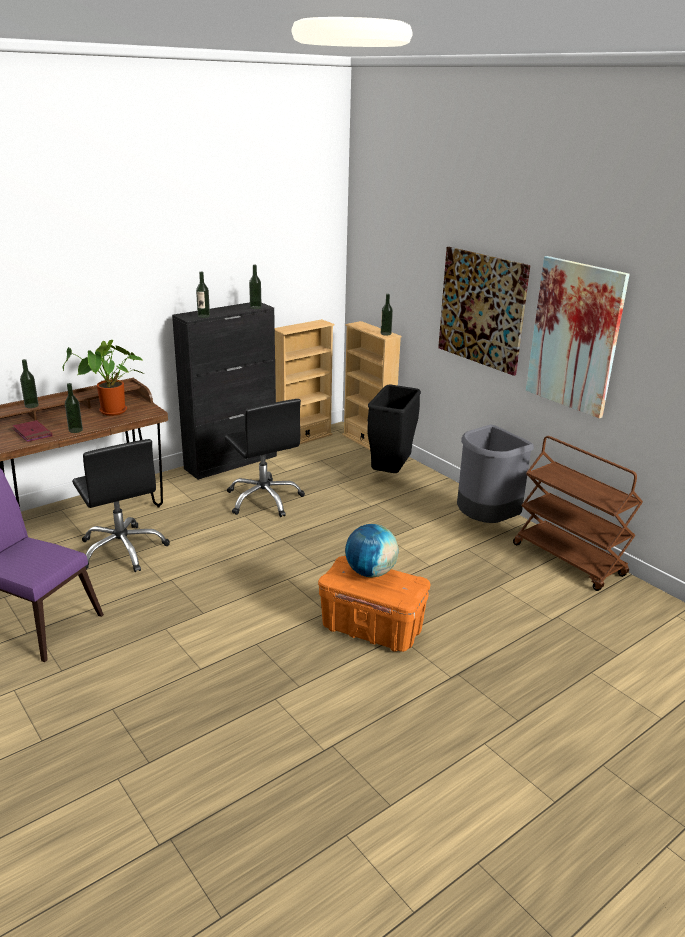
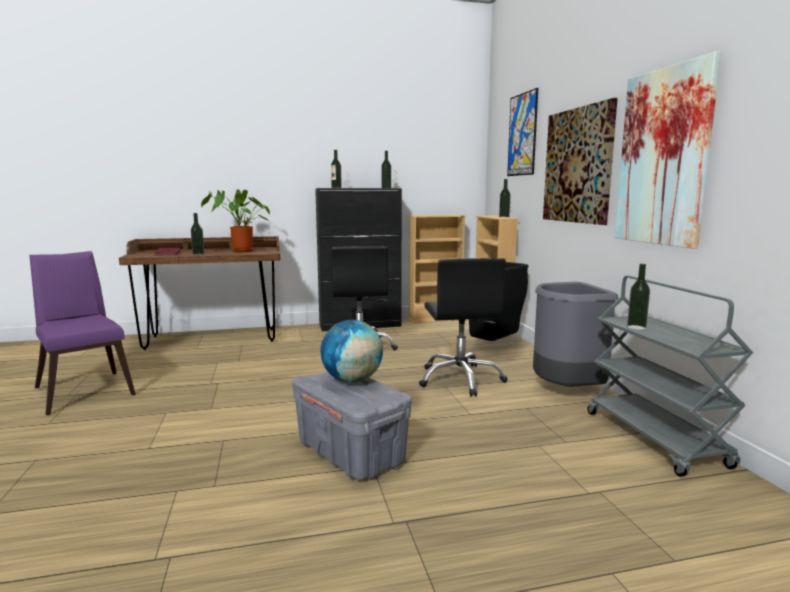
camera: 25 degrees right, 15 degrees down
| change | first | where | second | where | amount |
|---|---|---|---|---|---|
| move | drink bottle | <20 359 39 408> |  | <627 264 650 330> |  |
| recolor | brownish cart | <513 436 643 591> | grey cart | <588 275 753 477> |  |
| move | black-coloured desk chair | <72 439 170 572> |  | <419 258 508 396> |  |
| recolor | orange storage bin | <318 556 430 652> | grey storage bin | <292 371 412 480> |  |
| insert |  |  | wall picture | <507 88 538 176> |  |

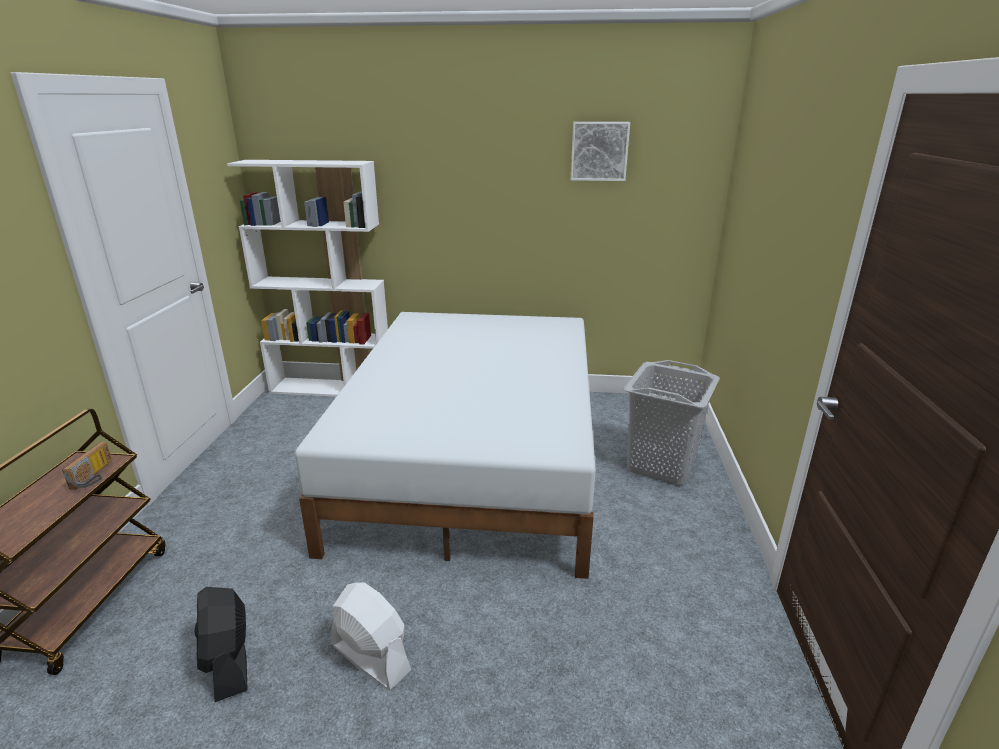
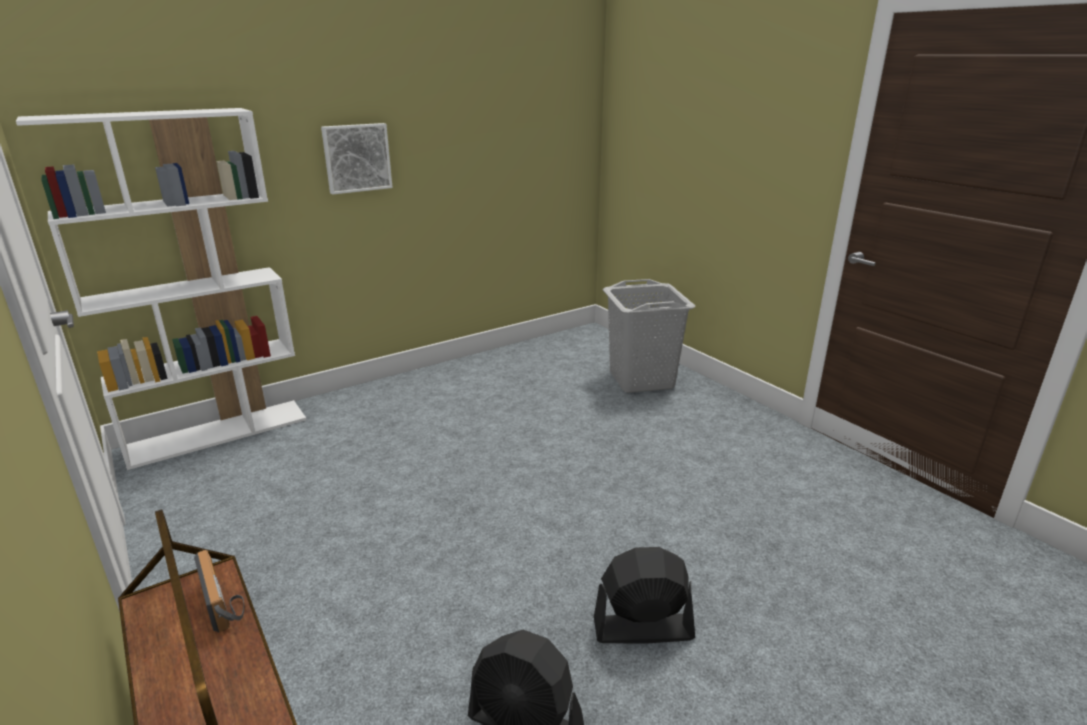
camera: 40 degrees left, 0 degrees up
| change | first | where | second | where | amount |
|---|---|---|---|---|---|
| move | wall picture | <571 122 630 181> |  | <321 123 393 194> |  |
| delete | whitish bed | <295 312 596 579> |  |  |  |
| recolor | whitish fan | <331 582 412 690> | black-coloured fan | <594 547 695 644> |  |

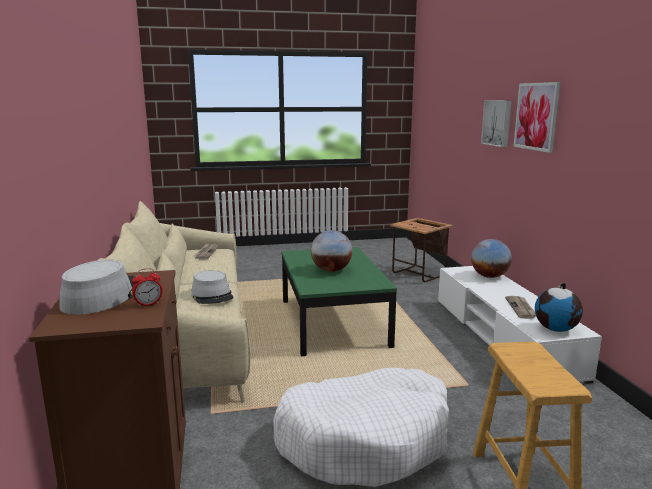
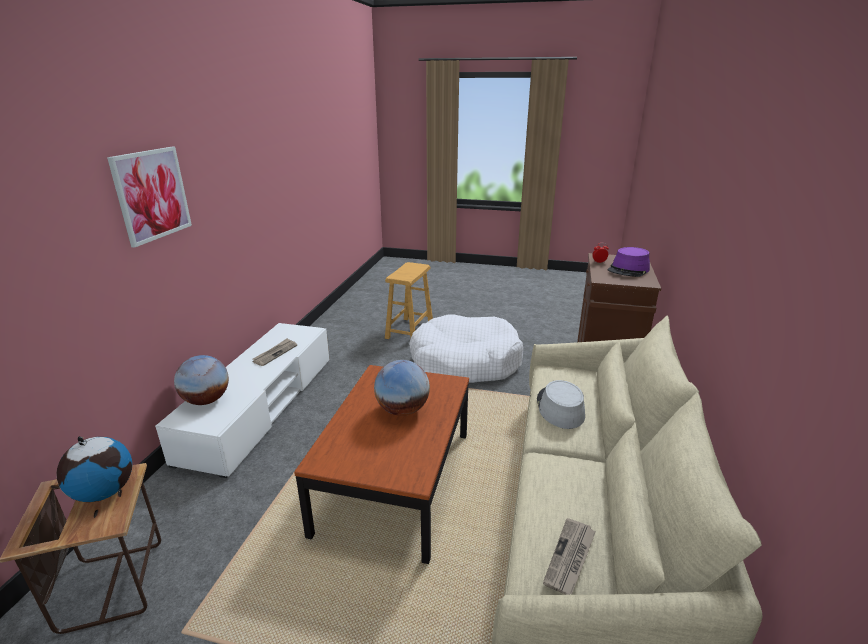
camera: 155 degrees left, 10 degrees up
| change | first | where | second | where | amount |
|---|---|---|---|---|---|
| delete | wall picture | <481 100 512 147> |  |  |  |
| recolor | green-coloured low table | <282 247 397 356> | brownish low table | <294 365 469 564> |  |
| recolor | grey hat | <59 260 135 315> | purple hat | <608 247 650 277> |  |
| move | desk globe | <535 282 583 332> |  | <56 436 132 502> |  |

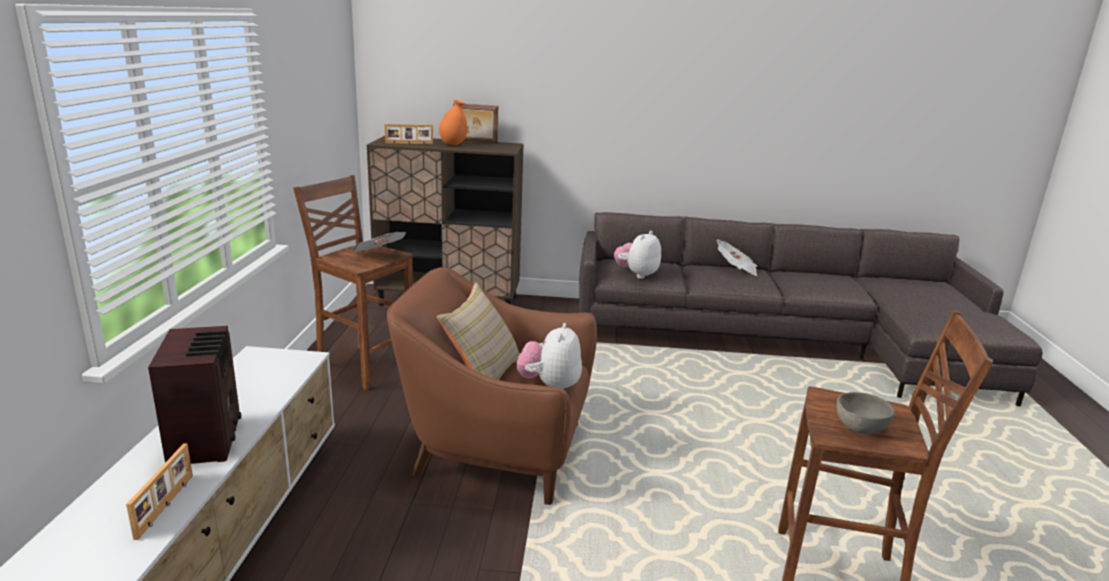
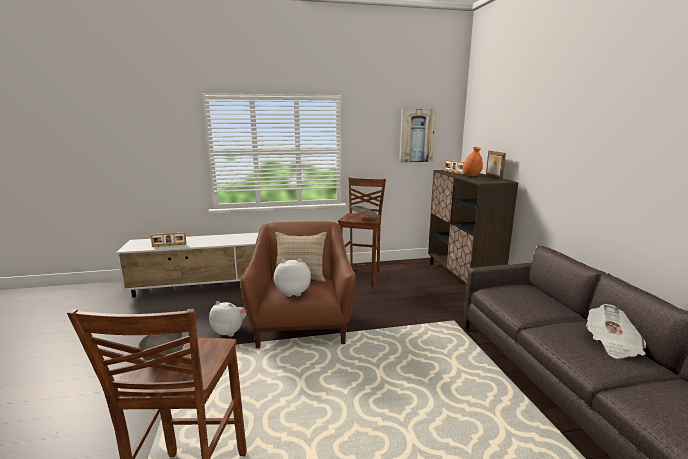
camera: 75 degrees right, 5 degrees down
| change | first | where | second | where | amount |
|---|---|---|---|---|---|
| move | plush toy | <614 231 661 279> |  | <209 301 247 337> |  |
| delete | radio | <148 326 241 464> |  |  |  |
| insert |  |  | wall picture | <400 109 436 163> |  |

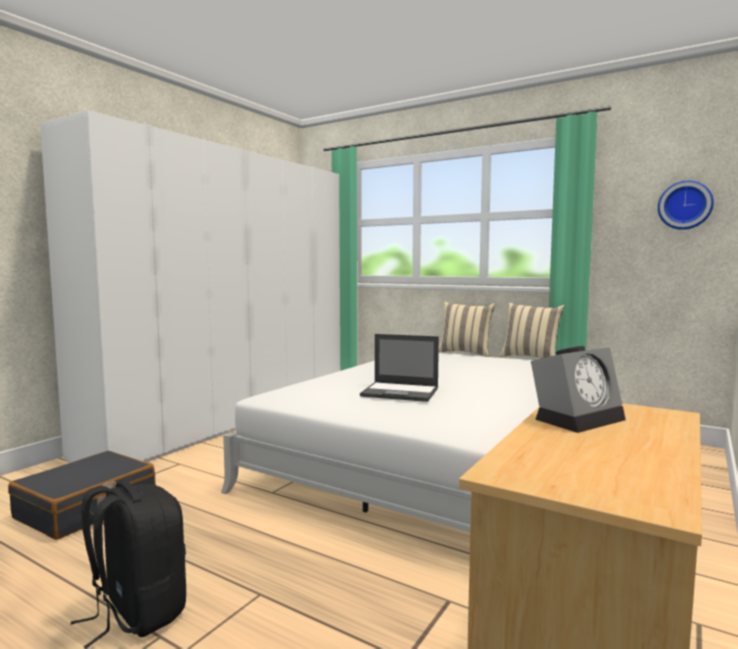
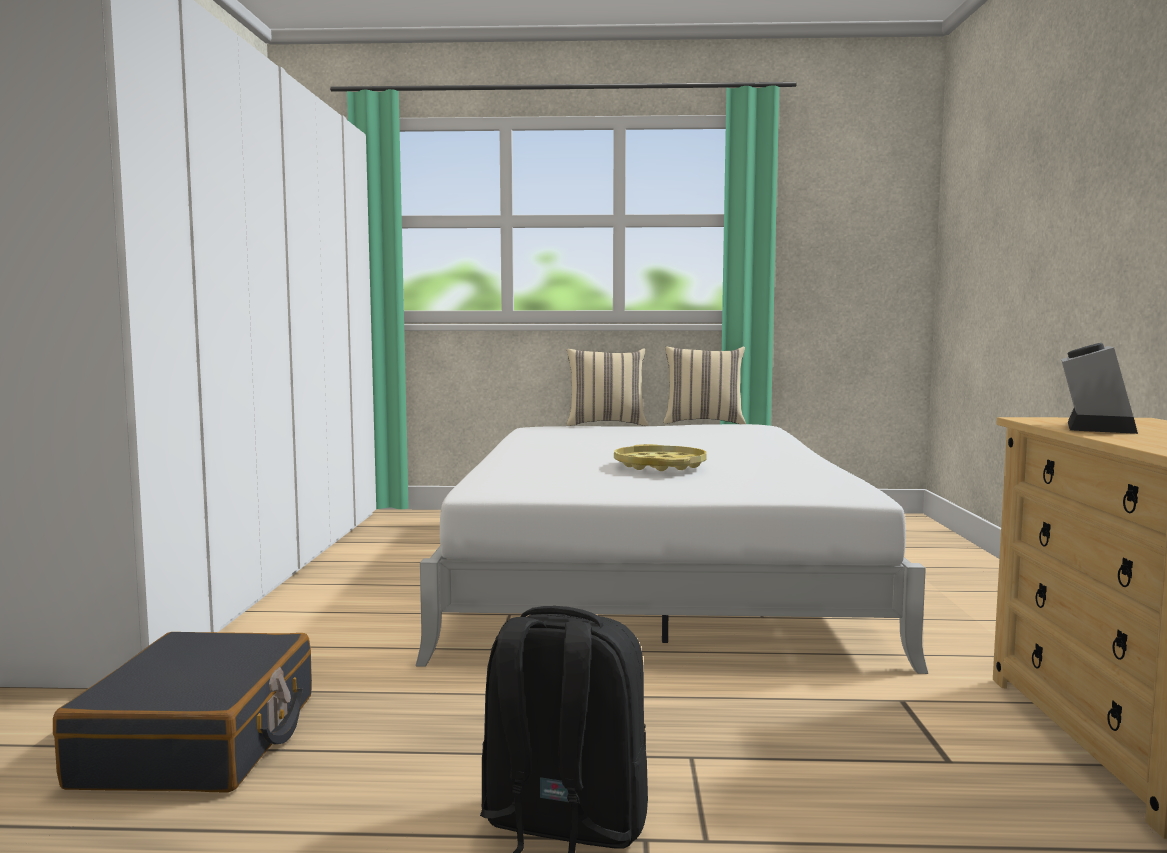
camera: 30 degrees left, 0 degrees up
| change | first | where | second | where | amount |
|---|---|---|---|---|---|
| delete | wall clock | <658 181 714 230> |  |  |  |
| replace | portable computer | <360 334 439 402> | yellow-coloured carrying tray | <614 444 707 471> |  |

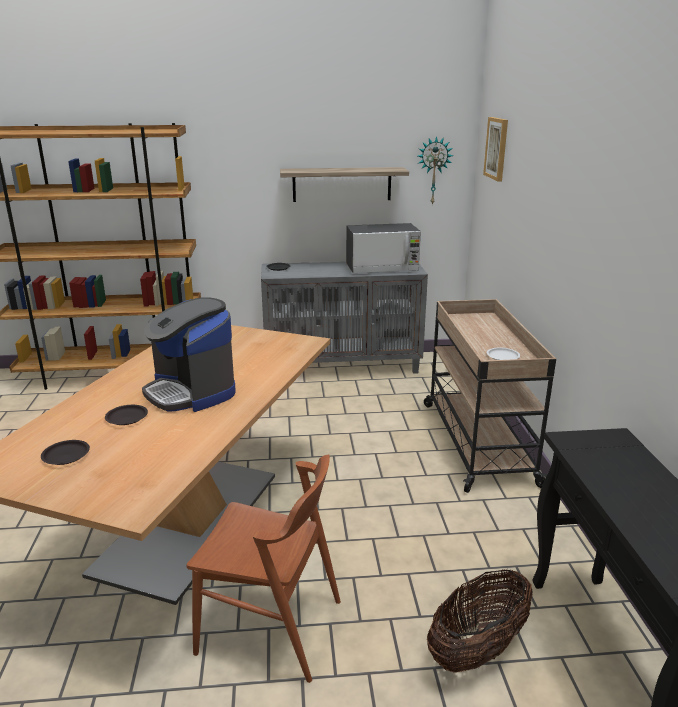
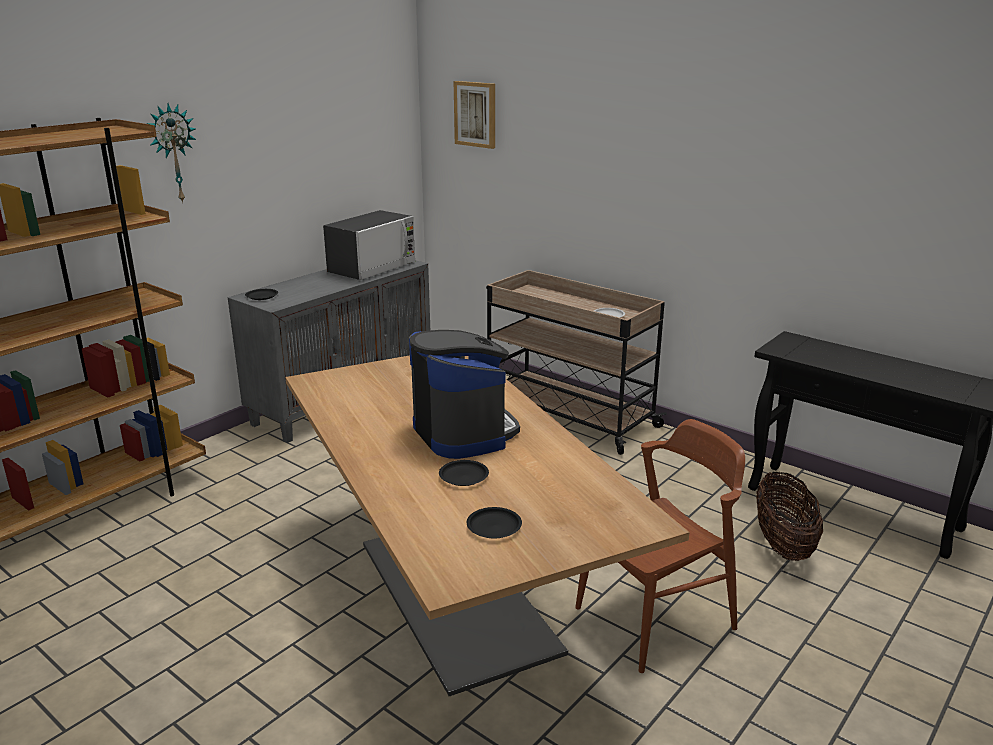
camera: 45 degrees left, 0 degrees up
| change | first | where | second | where | amount |
|---|---|---|---|---|---|
| move | wall clock | <418 136 453 205> |  | <146 103 196 203> |  |
| delete | wall shelf | <280 167 409 202> |  |  |  |
| rotate | coffee maker | <142 297 236 412> |  | <409 330 520 459> | 120 degrees counterclockwise |

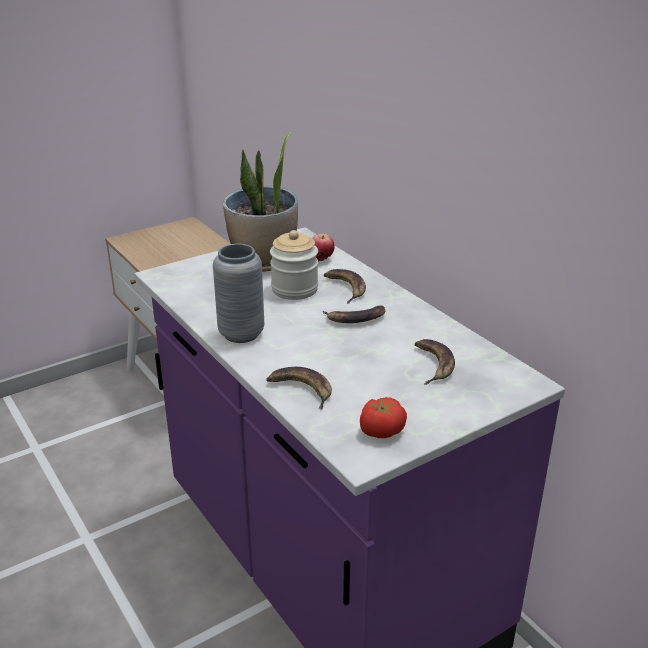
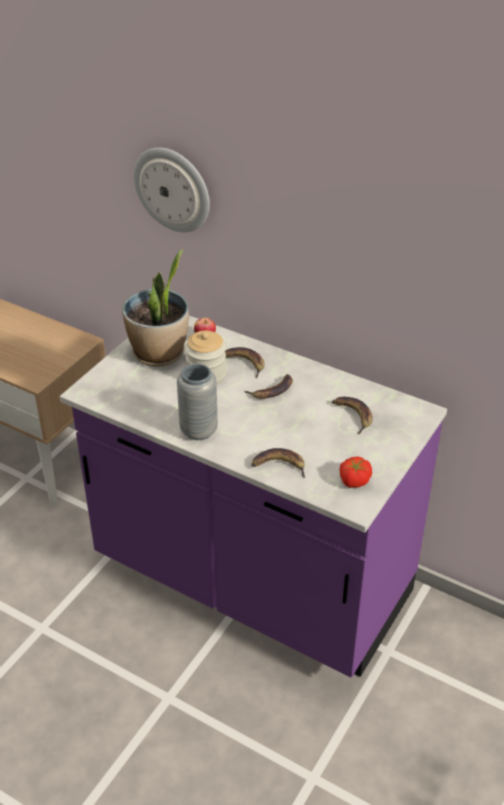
camera: 25 degrees left, 10 degrees up
| change | first | where | second | where | amount |
|---|---|---|---|---|---|
| insert |  |  | wall clock | <133 147 210 232> |  |

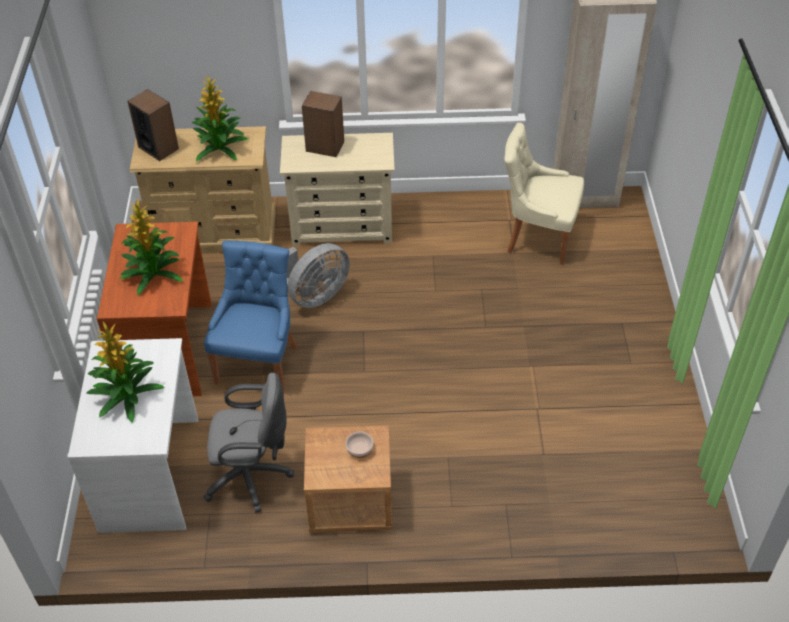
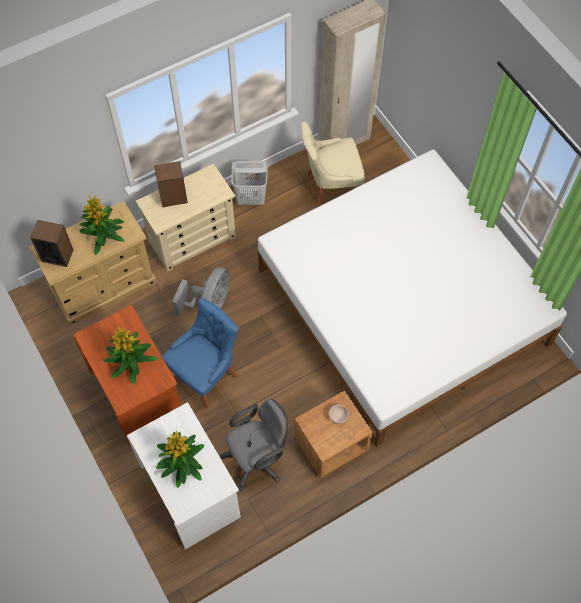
camera: 30 degrees left, 15 degrees up
| change | first | where | second | where | amount |
|---|---|---|---|---|---|
| rotate | blue-coloured upright chair | <204 241 297 394> |  | <162 297 239 409> | 60 degrees clockwise |
| insert |  |  | whitish bed | <258 149 567 447> |  |
| insert |  |  | whitish laundry basket | <231 161 268 205> |  |

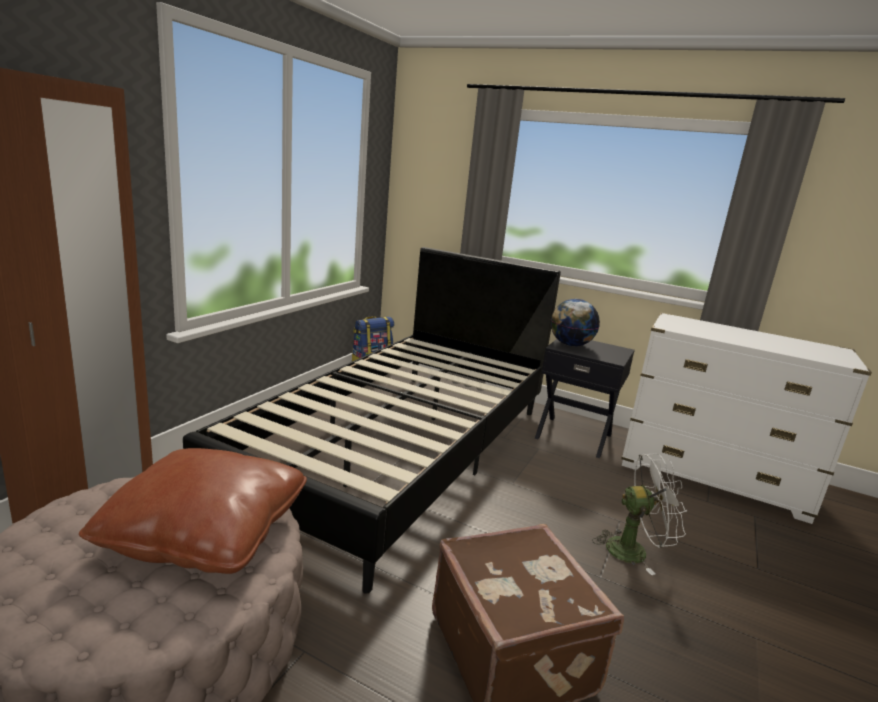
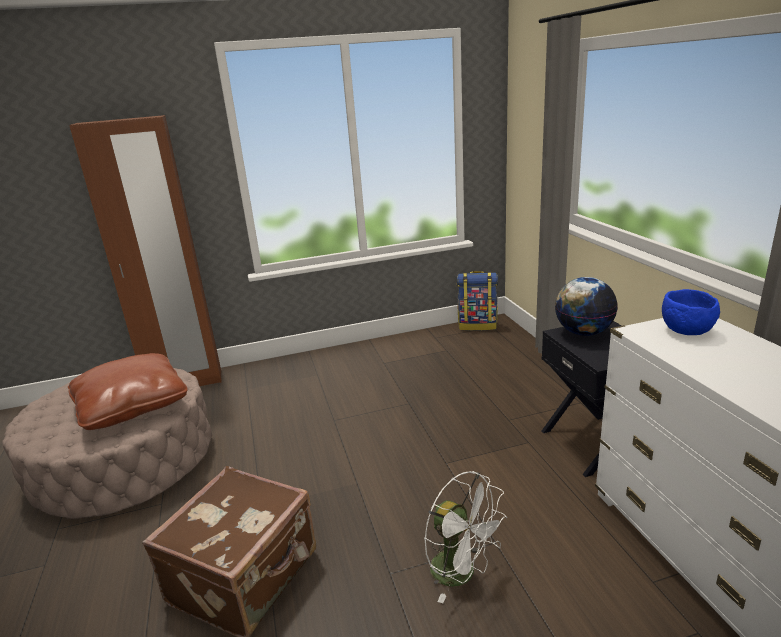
camera: 50 degrees right, 5 degrees up
| change | first | where | second | where | amount |
|---|---|---|---|---|---|
| delete | black-coloured bed | <183 247 561 594> |  |  |  |
| insert |  |  | blue-coloured bowl | <662 289 720 335> |  |

